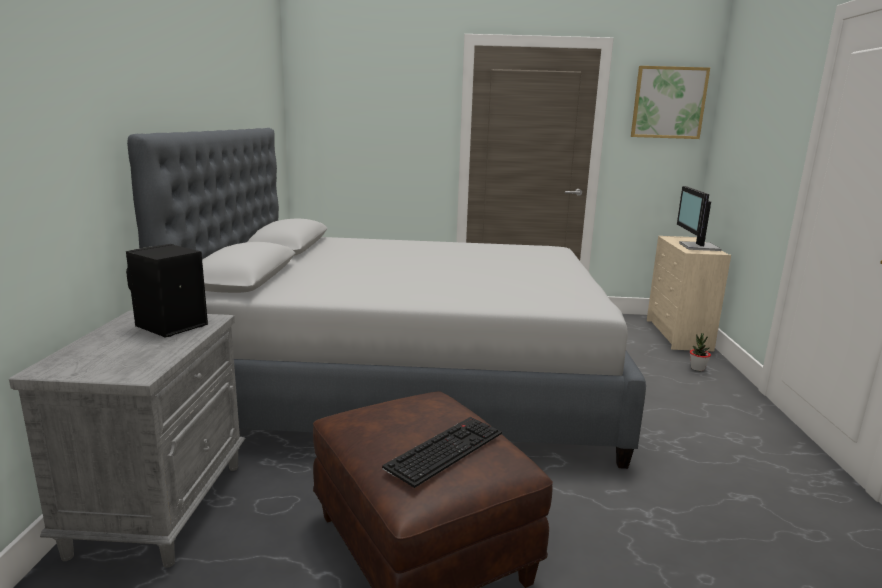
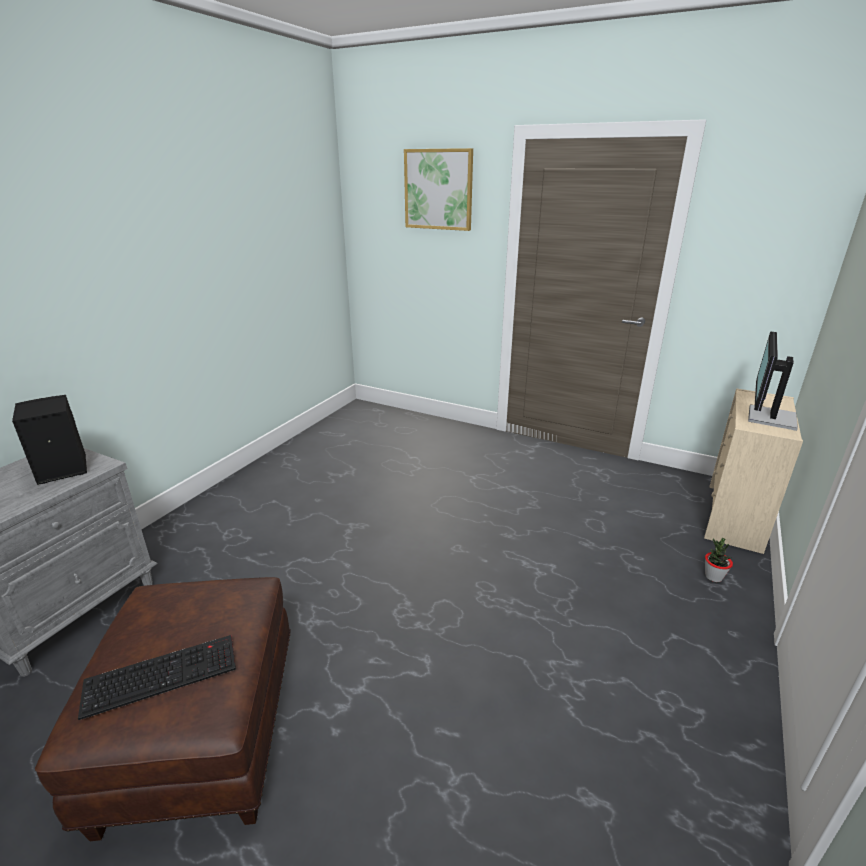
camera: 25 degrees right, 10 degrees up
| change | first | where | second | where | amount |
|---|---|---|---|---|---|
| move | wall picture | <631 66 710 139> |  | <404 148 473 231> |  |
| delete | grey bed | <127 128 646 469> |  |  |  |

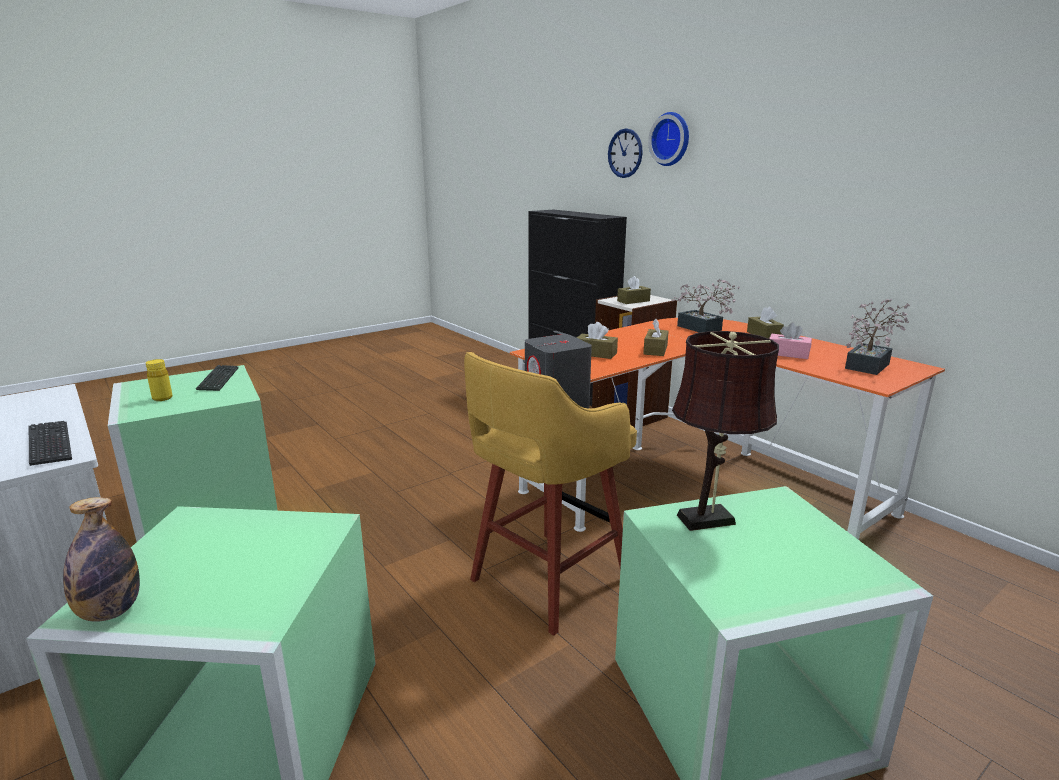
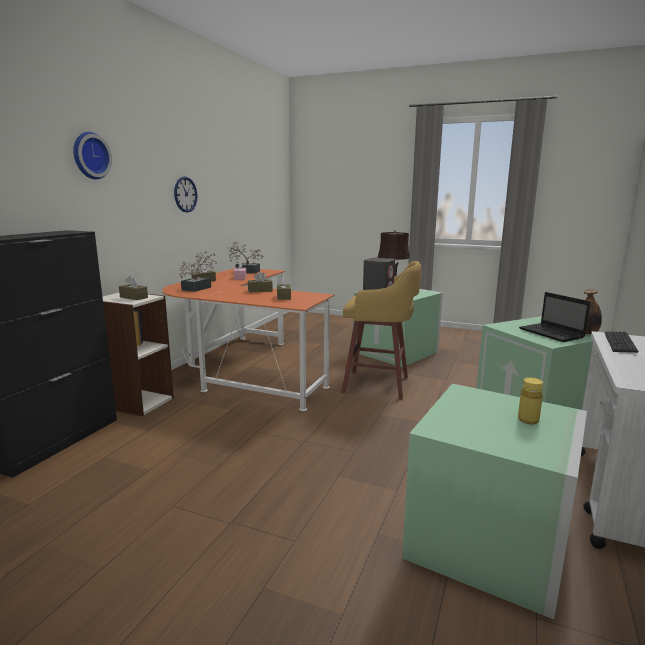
camera: 120 degrees left, 5 degrees down
| change | first | where | second | where | amount |
|---|---|---|---|---|---|
| move | wall clock | <608 128 643 178> |  | <174 177 197 213> |  |
| delete | keyboard | <196 365 239 391> |  |  |  |
| insert |  |  | portable computer | <519 292 590 342> |  |

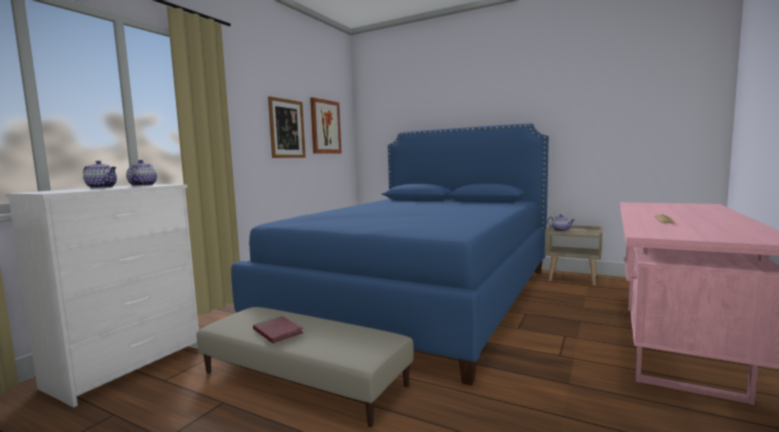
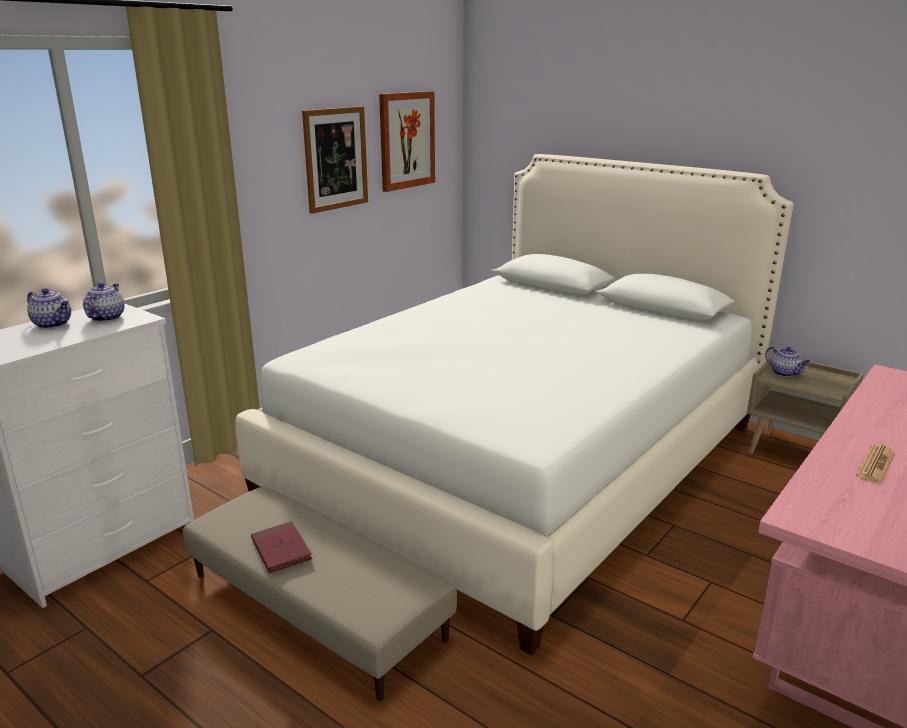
camera: 10 degrees right, 15 degrees up
| change | first | where | second | where | amount |
|---|---|---|---|---|---|
| recolor | blue-coloured bed | <231 124 549 385> | whitish bed | <235 154 794 655> |  |

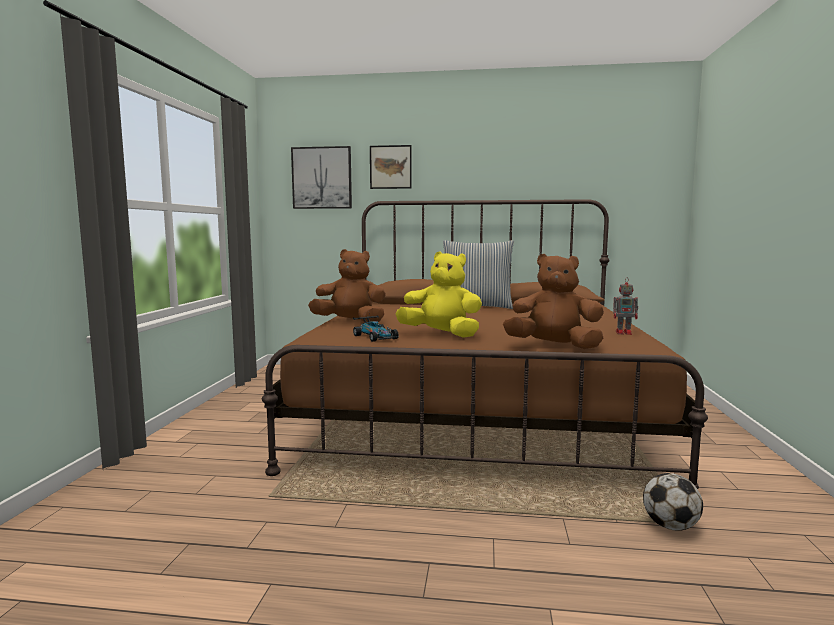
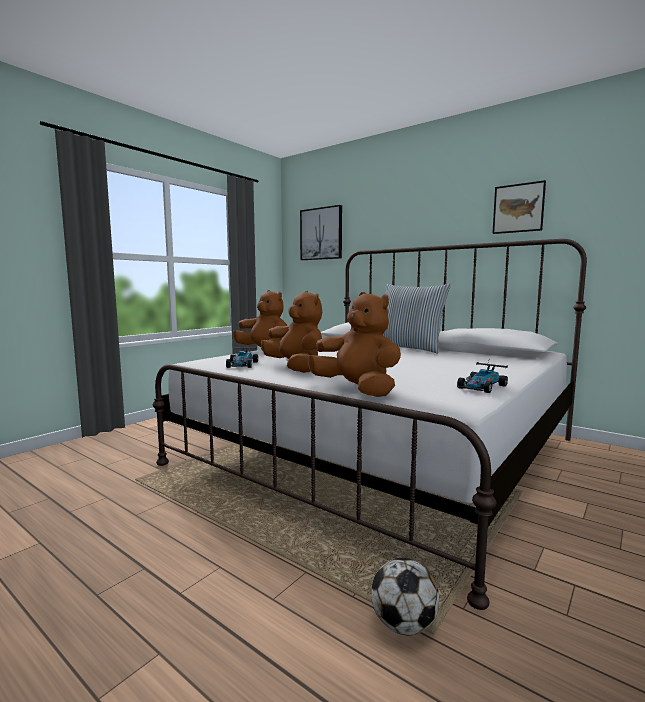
camera: 30 degrees right, 0 degrees up
| change | first | where | second | where | amount |
|---|---|---|---|---|---|
| move | wall picture | <370 145 412 189> |  | <492 180 546 234> |  |
| recolor | brownish bed | <262 199 708 489> | whitish bed | <153 239 587 610> |  |
| recolor | yellow-coloured plush toy | <395 251 482 338> | brownish plush toy | <261 291 322 373> |  |
| replace | toy robot | <613 277 638 335> | toy car | <457 358 508 393> |  |

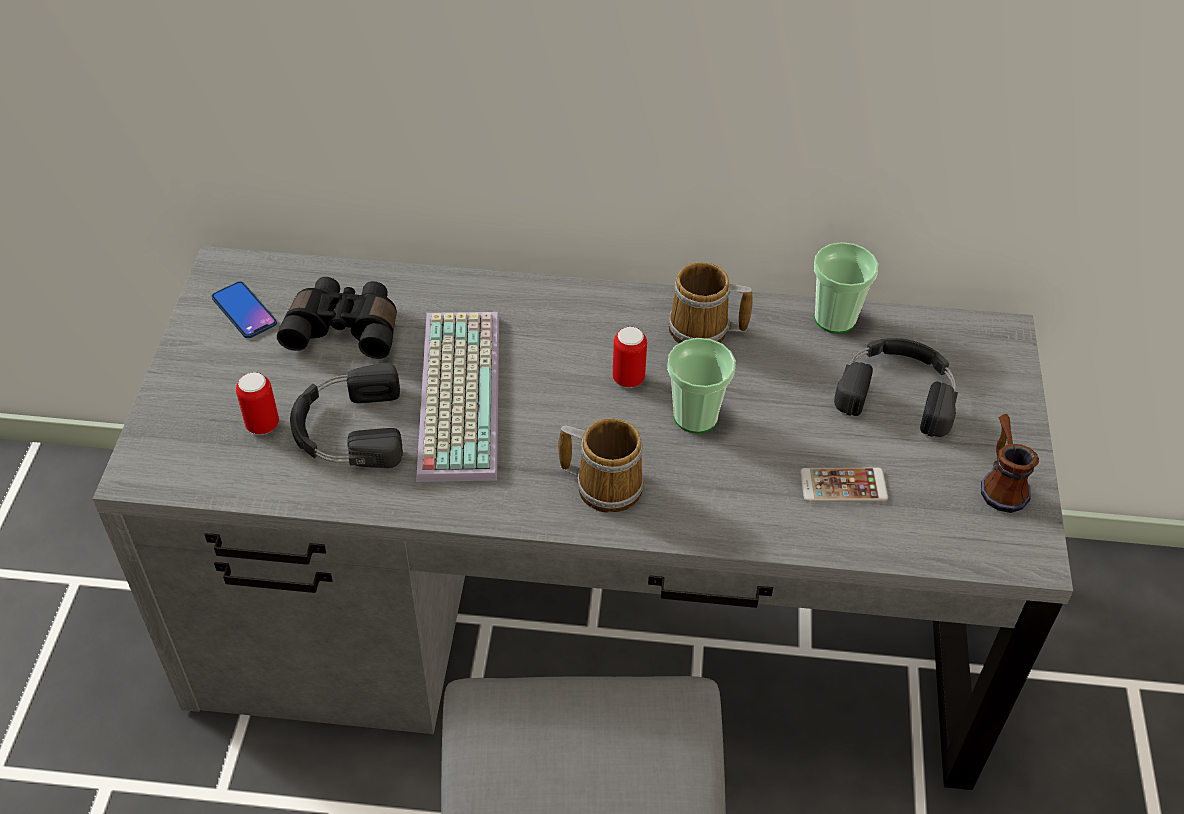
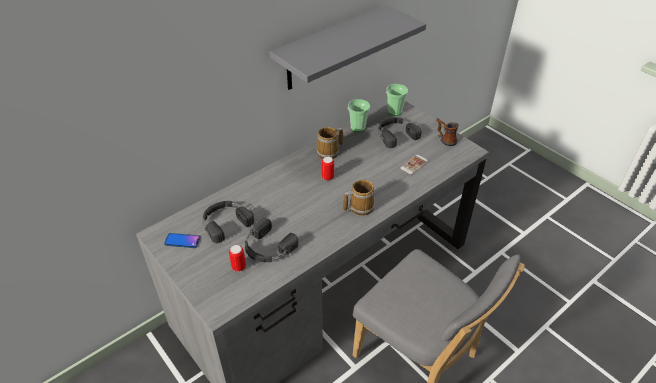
camera: 45 degrees left, 5 degrees down
| change | first | where | second | where | amount |
|---|---|---|---|---|---|
| replace | black-coloured field glasses | <277 277 397 359> | black-coloured pair of headphones | <203 201 254 243> |  |
| delete | keyboard | <416 312 499 482> |  |  |  |
| move | drinking cup | <667 338 736 434> |  | <386 84 408 116> |  |
| insert |  |  | grey wall shelf | <270 5 426 90> |  |

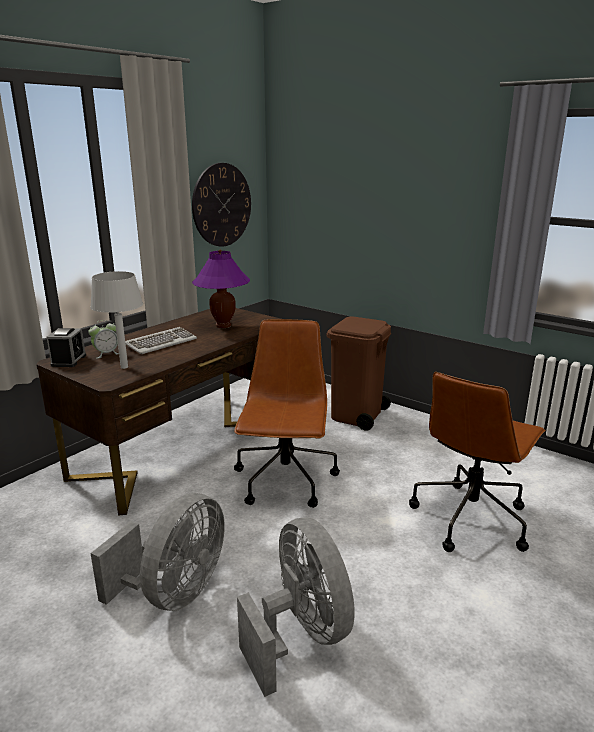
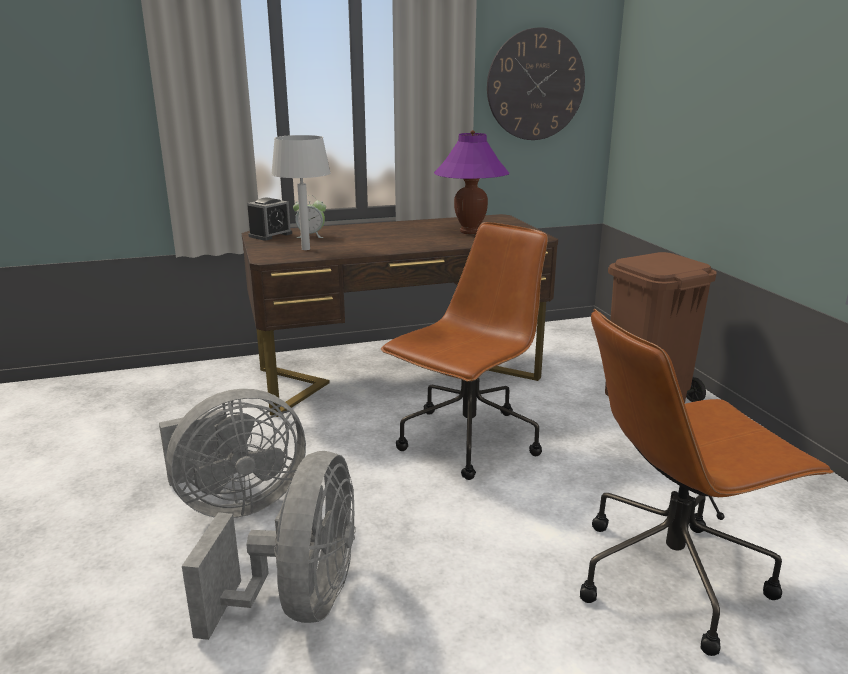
camera: 35 degrees right, 0 degrees up
| change | first | where | second | where | amount |
|---|---|---|---|---|---|
| delete | keyboard | <125 327 197 354> |  |  |  |

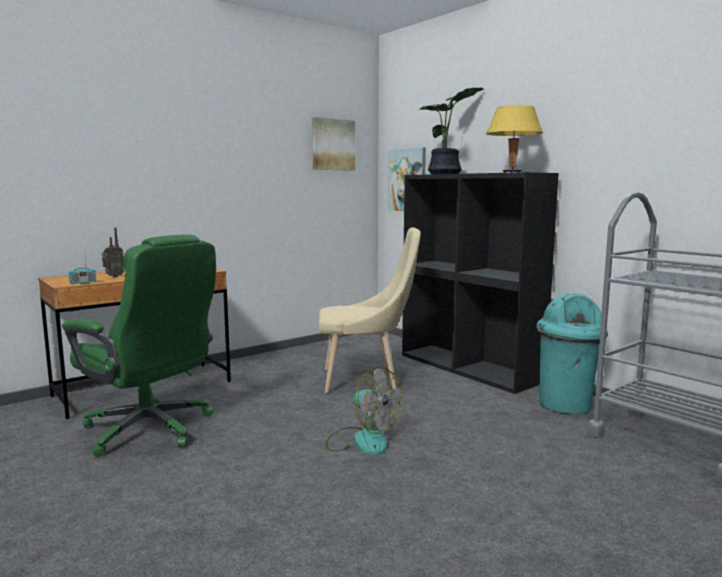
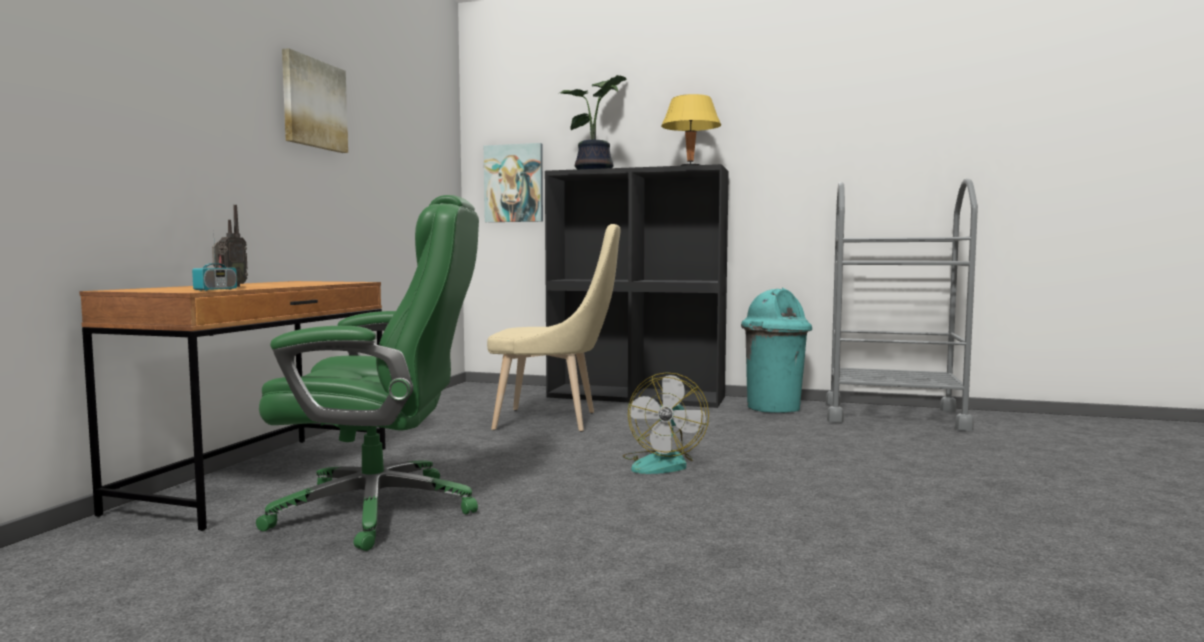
camera: 35 degrees left, 5 degrees down
| change | first | where | second | where | amount |
|---|---|---|---|---|---|
| move | wall picture | <312 117 355 171> |  | <282 48 348 153> |  |
| rotate | beige-coloured upright chair | <318 227 421 394> |  | <487 224 621 432> | 45 degrees clockwise |
| rotate | fan | <326 366 403 455> |  | <623 372 709 474> | 105 degrees clockwise |

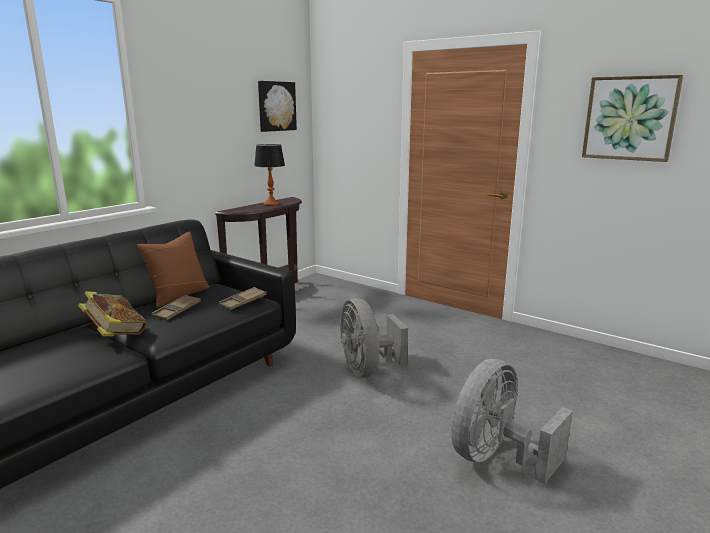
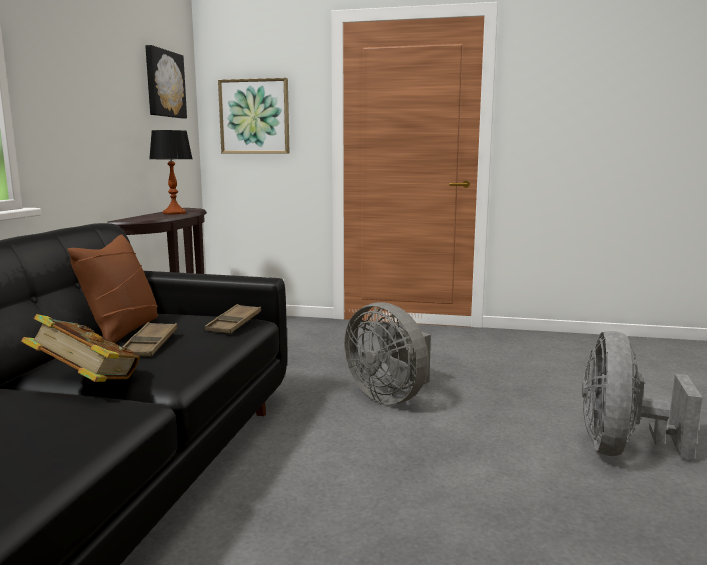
camera: 25 degrees left, 5 degrees down
| change | first | where | second | where | amount |
|---|---|---|---|---|---|
| move | wall picture | <582 75 683 162> |  | <218 78 290 153> |  |

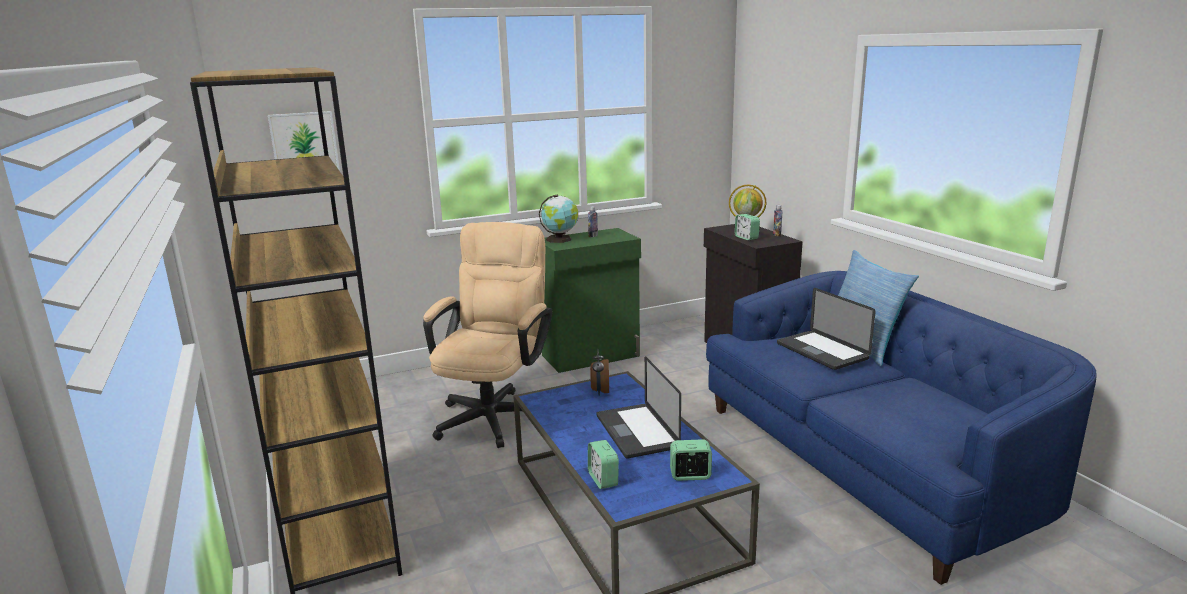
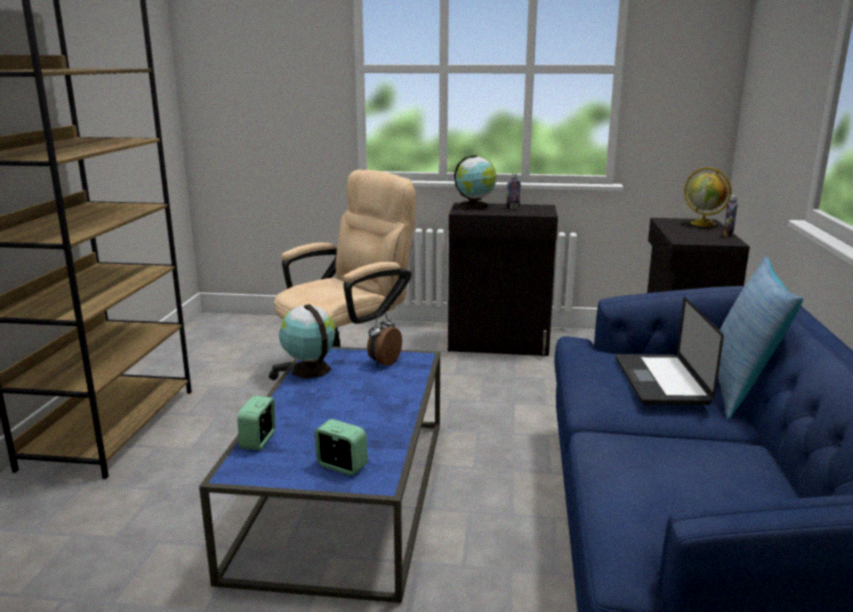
camera: 30 degrees right, 0 degrees up
| change | first | where | second | where | amount |
|---|---|---|---|---|---|
| delete | wall picture | <268 111 340 171> |  |  |  |
| delete | bedside clock | <734 214 760 241> |  |  |  |
| recolor | green-coloured cabinet | <542 228 641 373> | black-coloured cabinet | <448 203 558 356> |  |
| delete | portable computer | <597 356 681 459> |  |  |  |
| insert |  |  | desk globe | <279 304 335 379> |  |

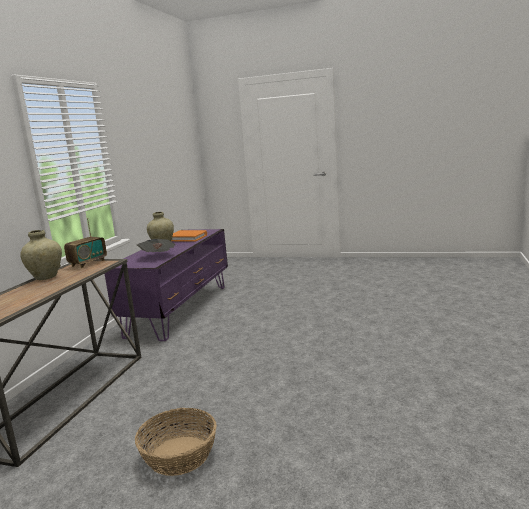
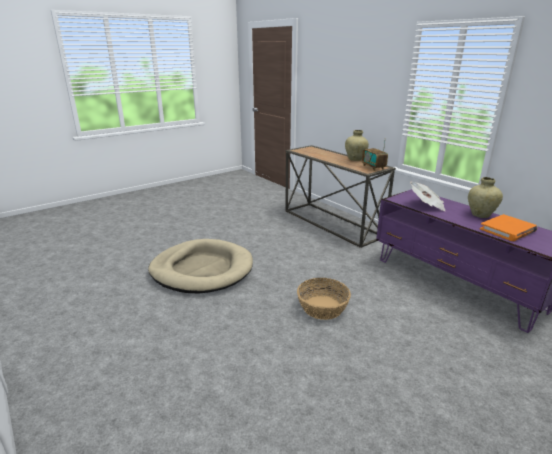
camera: 125 degrees right, 10 degrees up
| change | first | where | second | where | amount |
|---|---|---|---|---|---|
| move | storage basket | <135 408 217 476> |  | <297 278 351 320> |  |
| insert |  |  | beige-coloured dog cushion | <148 239 253 294> |  |

